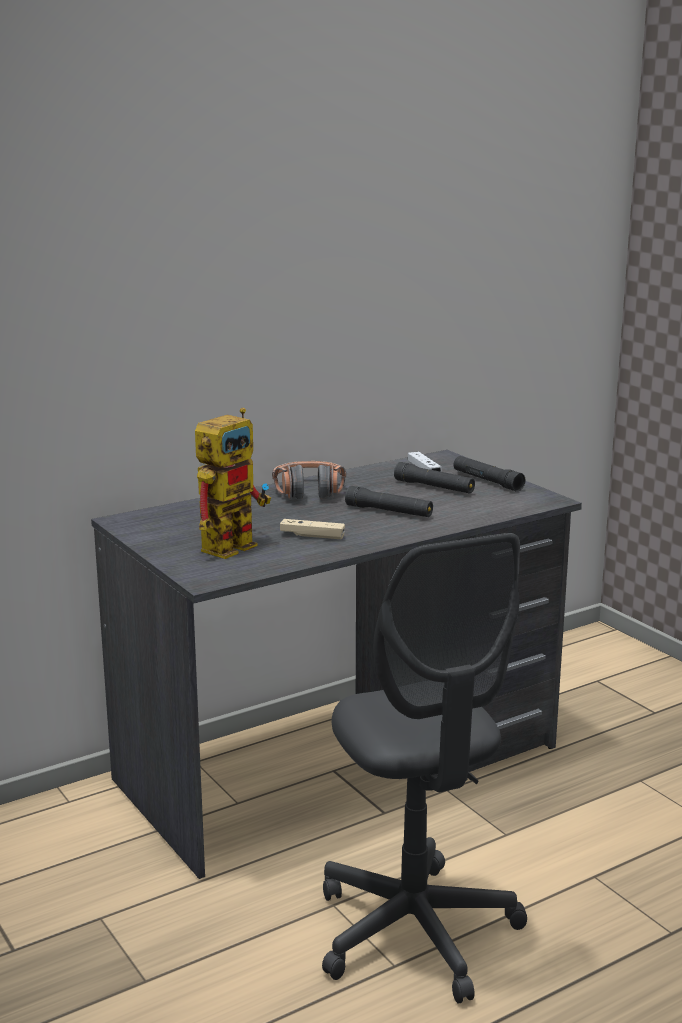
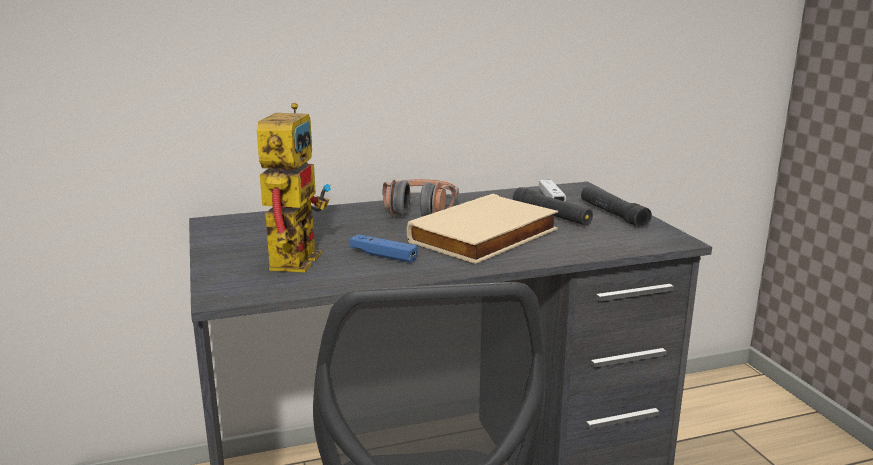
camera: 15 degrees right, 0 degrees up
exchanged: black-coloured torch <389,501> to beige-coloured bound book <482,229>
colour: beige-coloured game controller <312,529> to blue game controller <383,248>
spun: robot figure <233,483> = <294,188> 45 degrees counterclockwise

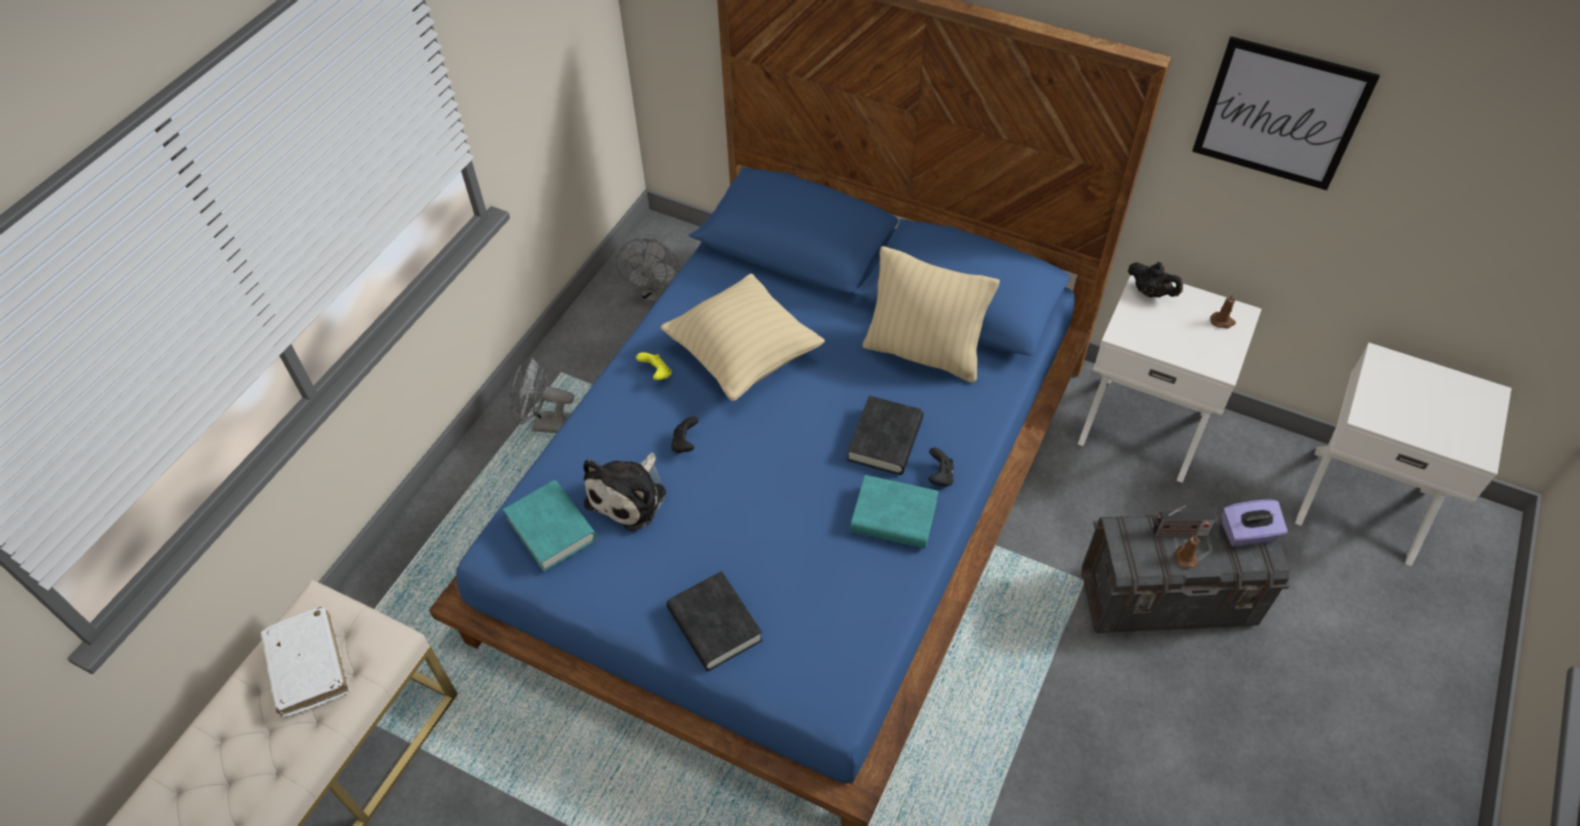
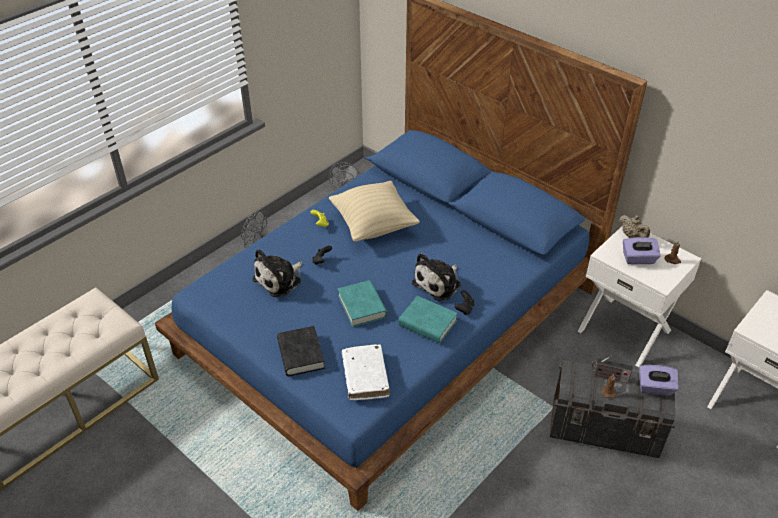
camera: 15 degrees right, 10 degrees down
missing: beige-coloured cushion <931,314>; wall picture <1286,113>
appeared: purple tissue box <642,250>
relocated: white-coloured bound book <305,661> to <366,372>; turquoise bound book <550,526> to <362,303>
exchanged: black-coloured bound book <885,435> to cuddly toy <436,277>
colour: black-coloured pot for tea <1155,280> to beige-coloured pot for tea <634,226>

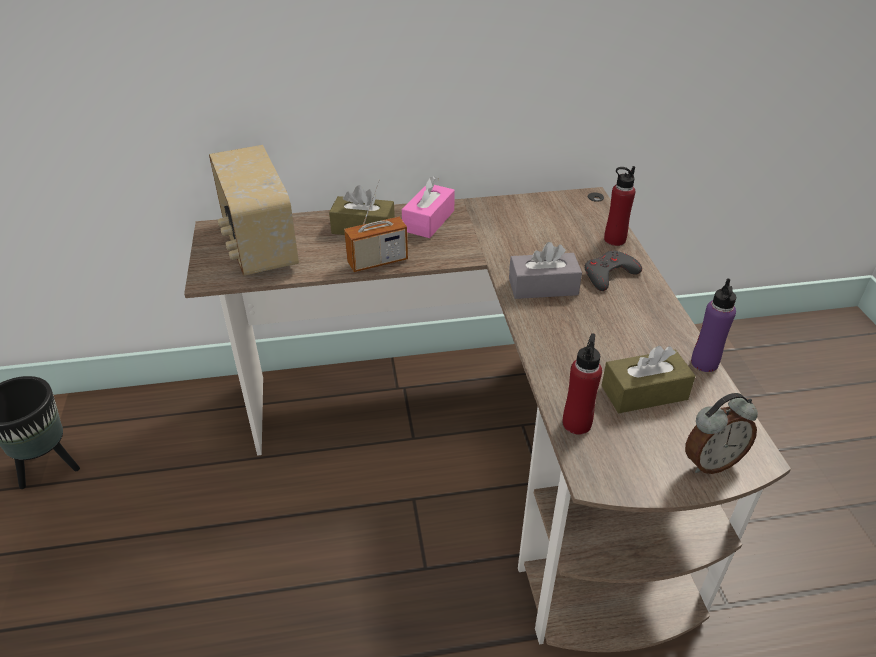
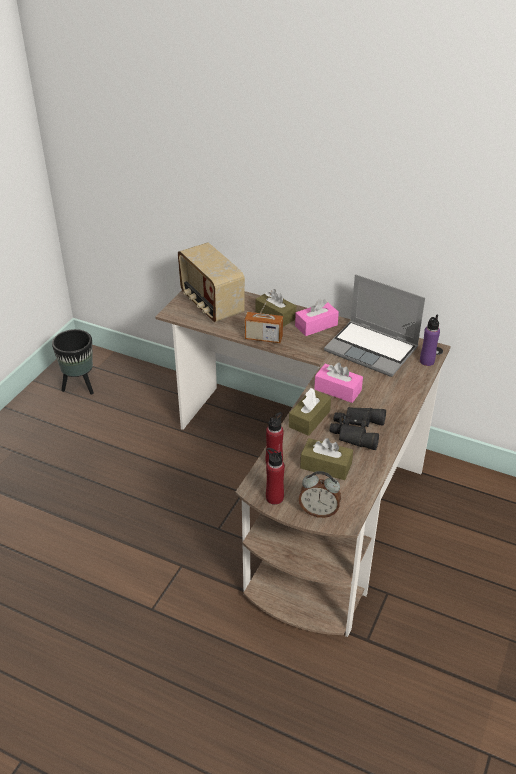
camera: 35 degrees right, 0 degrees up
missing: grey game controller <613,271>
appeared: brown tissue box <310,412>; portable computer <374,325>; black-coloured pair of binoculars <357,428>
relocated: red-coloured bottle <619,206> to <275,476>; purple bottle <713,325> to <430,340>
colour: grey tissue box <545,270> to pink tissue box <338,382>
spun: radio set <254,210> = <211,282> 45 degrees counterclockwise

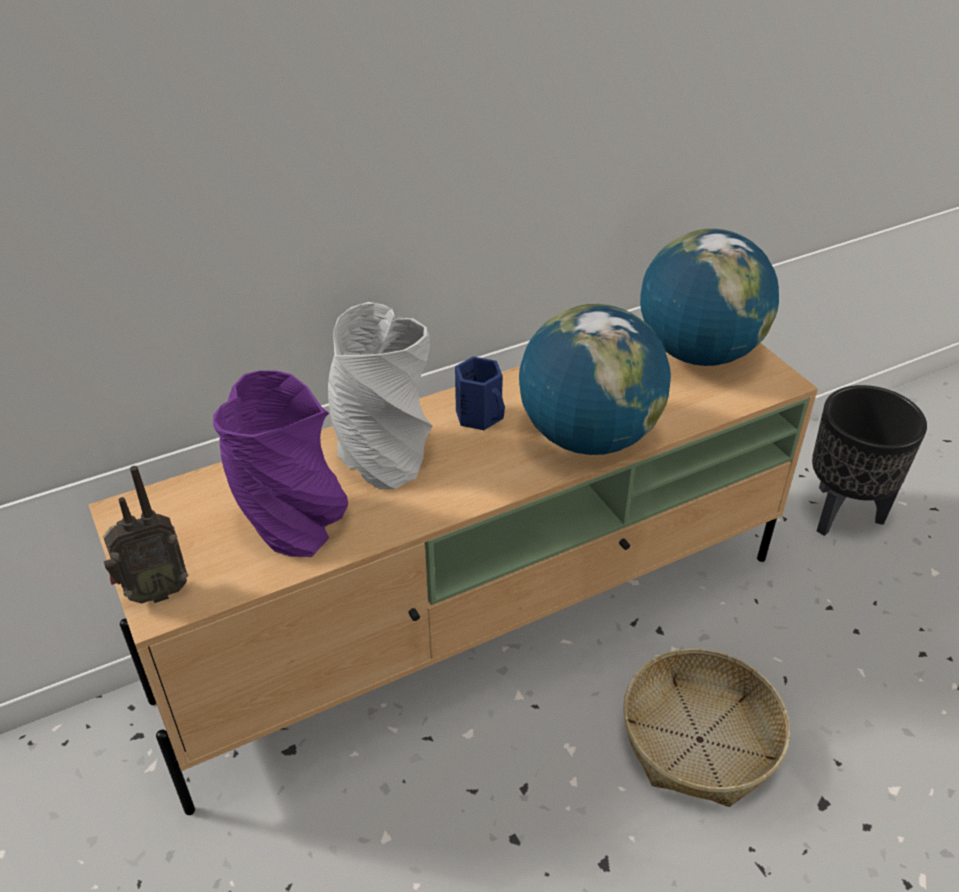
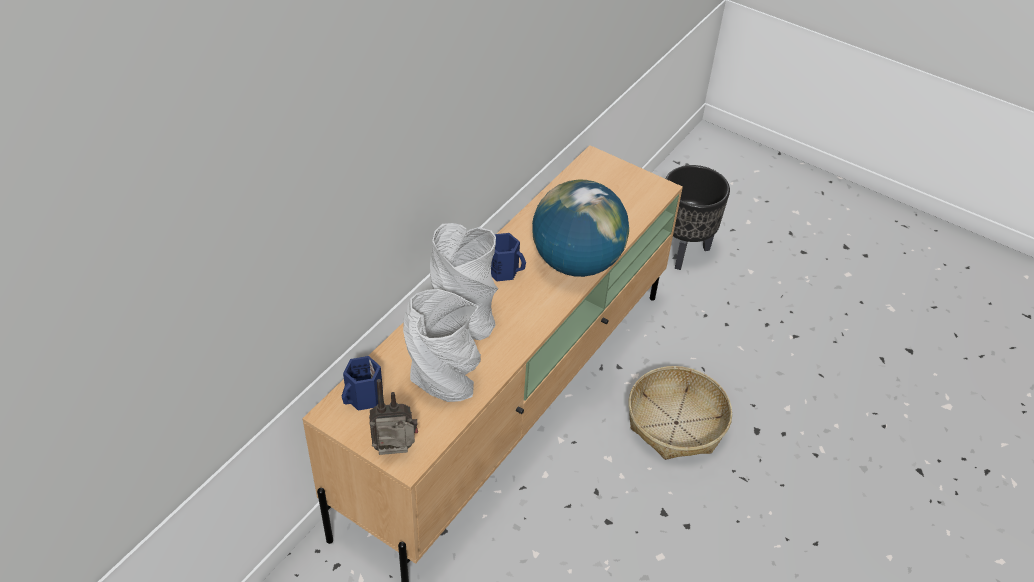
camera: 30 degrees left, 5 degrees up
missing: world globe <709,297>
appeared: blue tea mug <362,383>
colour: purple decorative vase <280,463> to grey decorative vase <442,345>
spun: radio set <145,534> = <393,417> 135 degrees counterclockwise

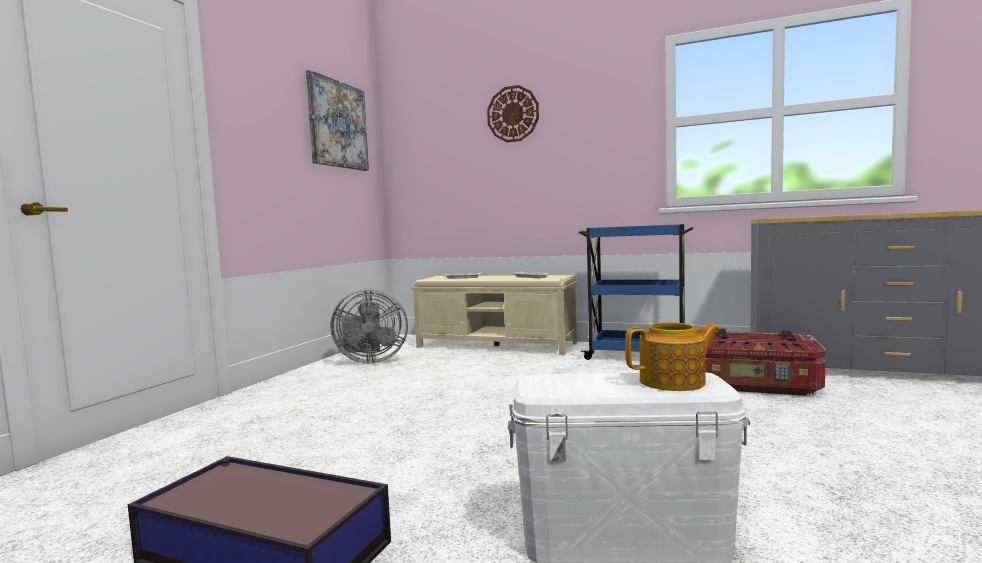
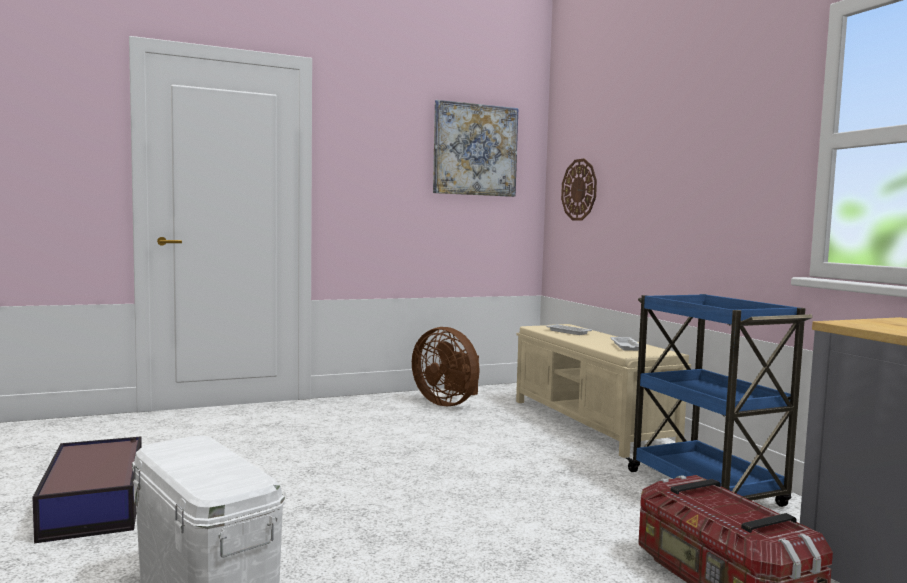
camera: 45 degrees right, 0 degrees up
missing: pot for tea <672,356>
relocated: wall clock <513,113> to <579,190>
colour: grey fan <369,326> to brown fan <446,366>

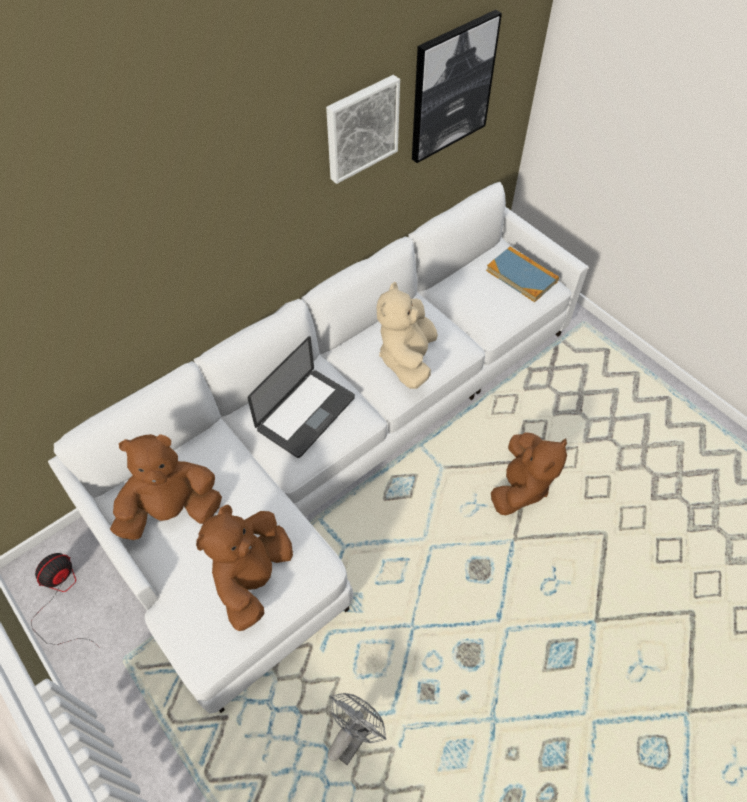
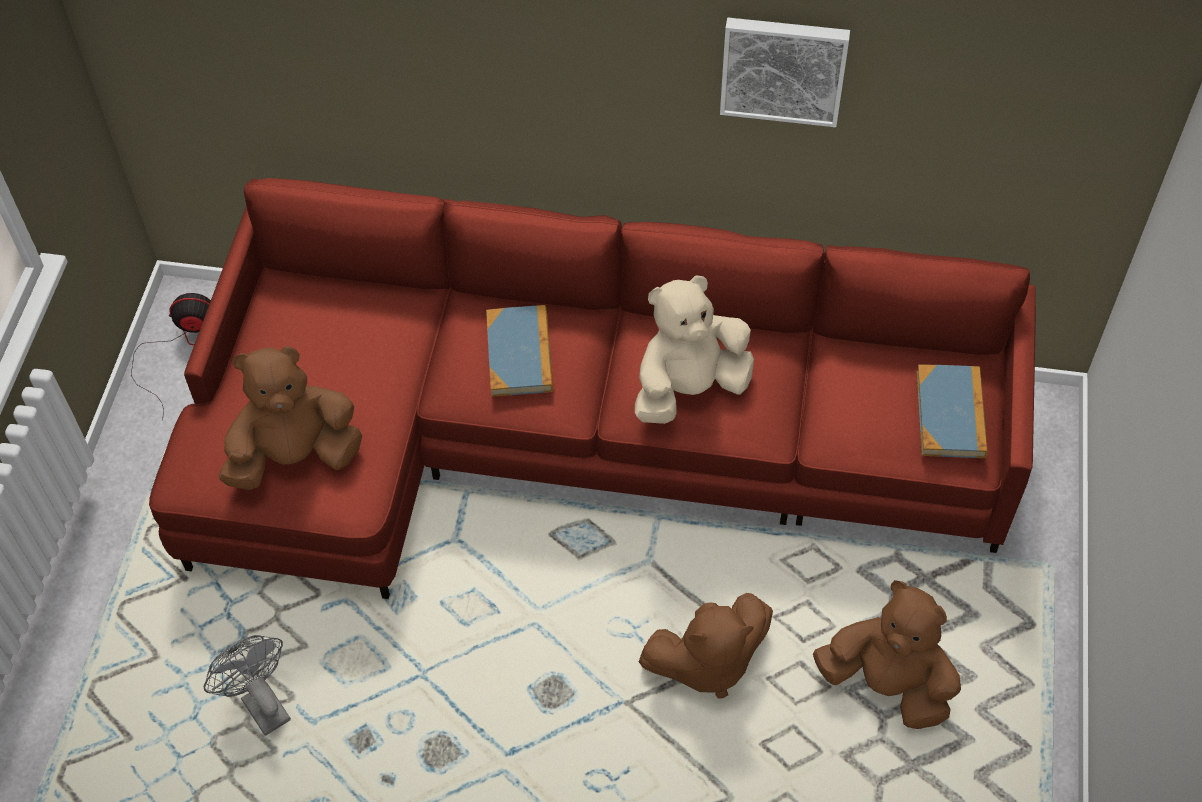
camera: 50 degrees right, 0 degrees up
missing: wall picture <457,86>
relocated: brown cuddly toy <166,487> to <887,654>
exchanged: portable computer <301,397> to bound book <519,351>
colour: white-coloured couch <318,448> to red-coloured couch <592,388>
spun: grey fan <357,729> = <247,685> 120 degrees counterclockwise

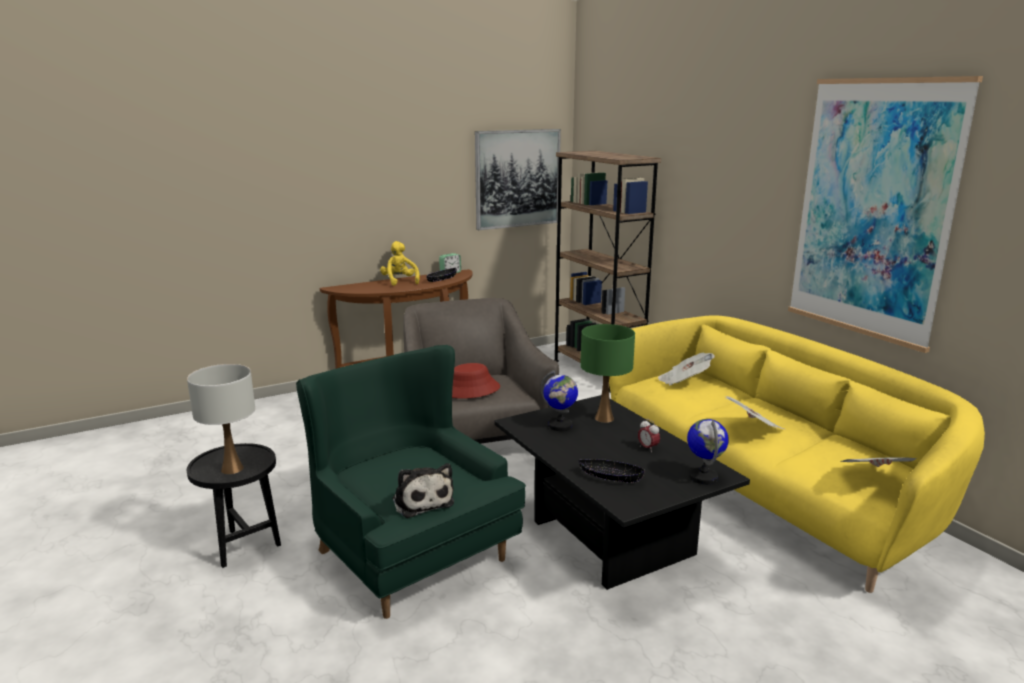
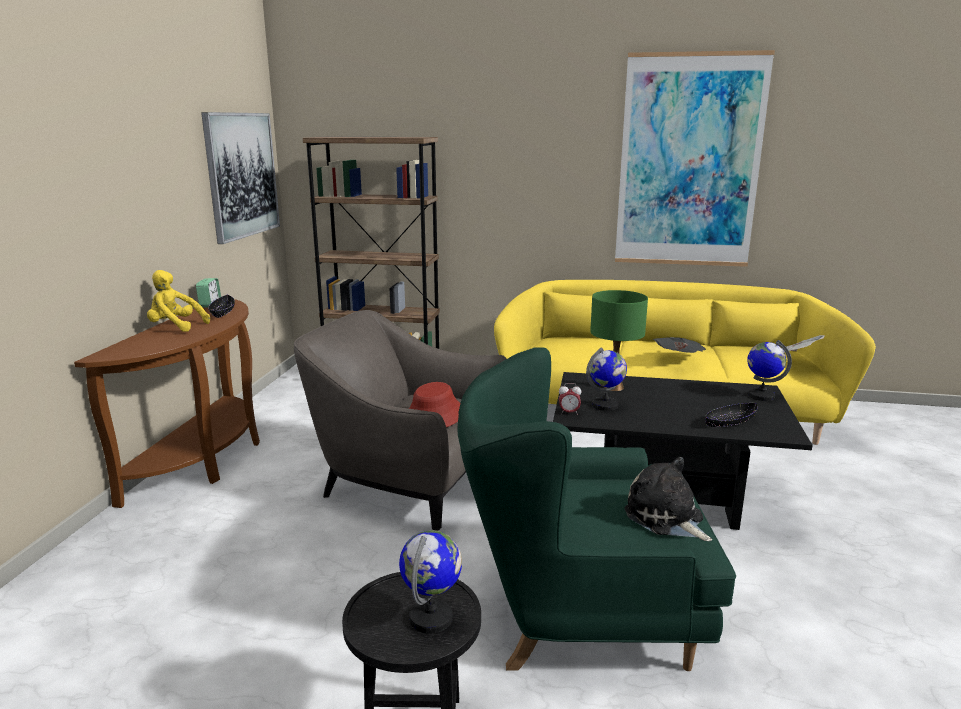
camera: 50 degrees left, 0 degrees up
missing: printed paper <686,369>
relocated: table clock <649,435> to <570,399>
exchanged: white-coloured table lamp <221,419> to world globe <430,582>
spun: cuddly toy <423,490> = <668,499> 135 degrees counterclockwise

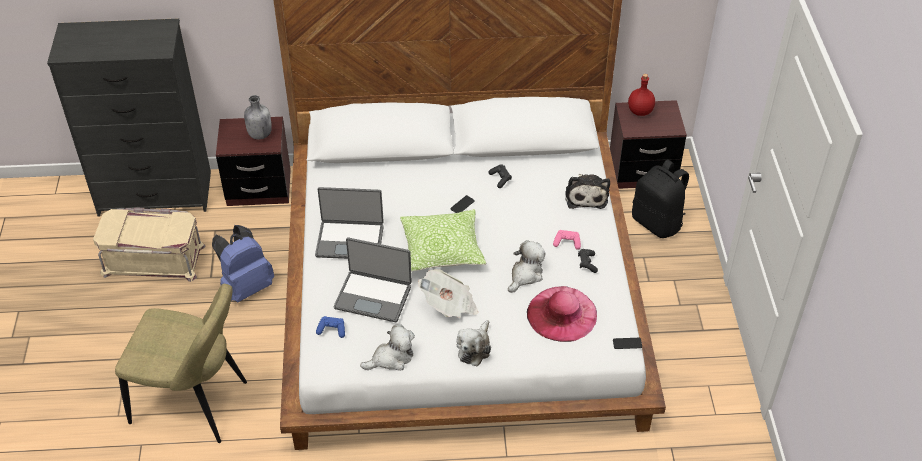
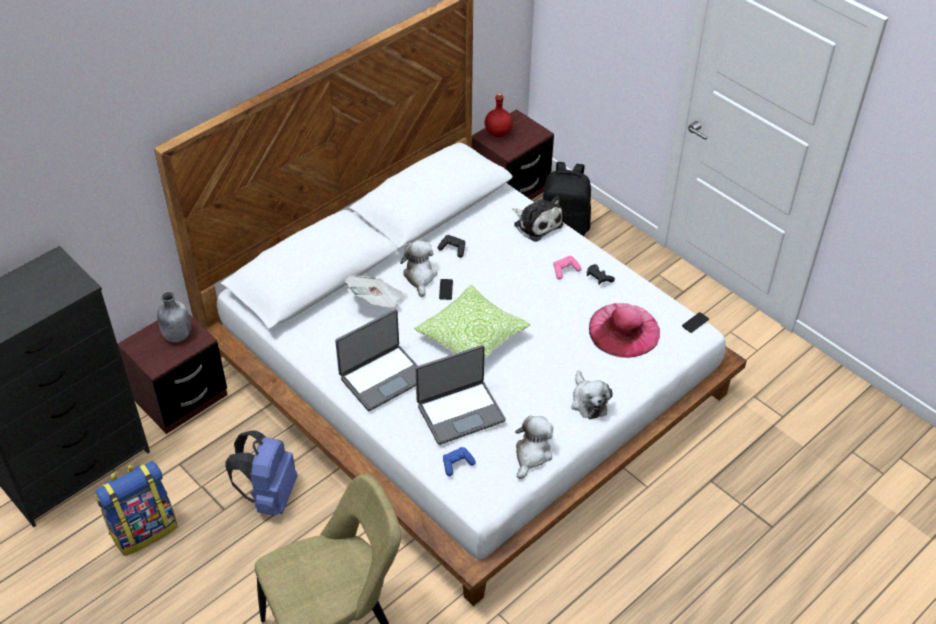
camera: 40 degrees left, 0 degrees up
relocated: printed paper <448,293> to <376,291>; cuddly toy <526,266> to <418,269>
exchanged: beige-coloured storage container <149,244> to backpack <137,508>

